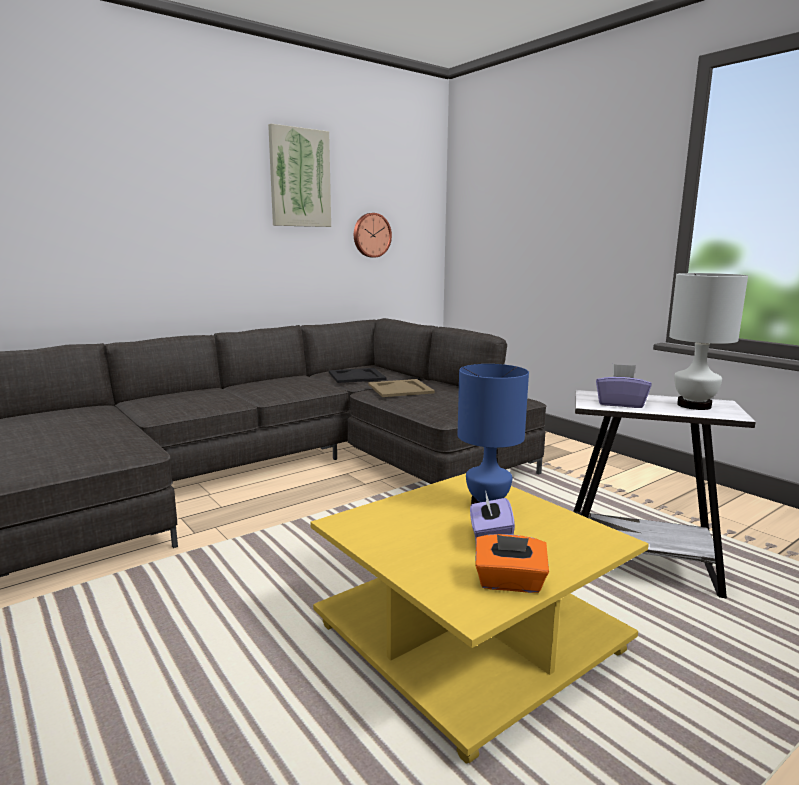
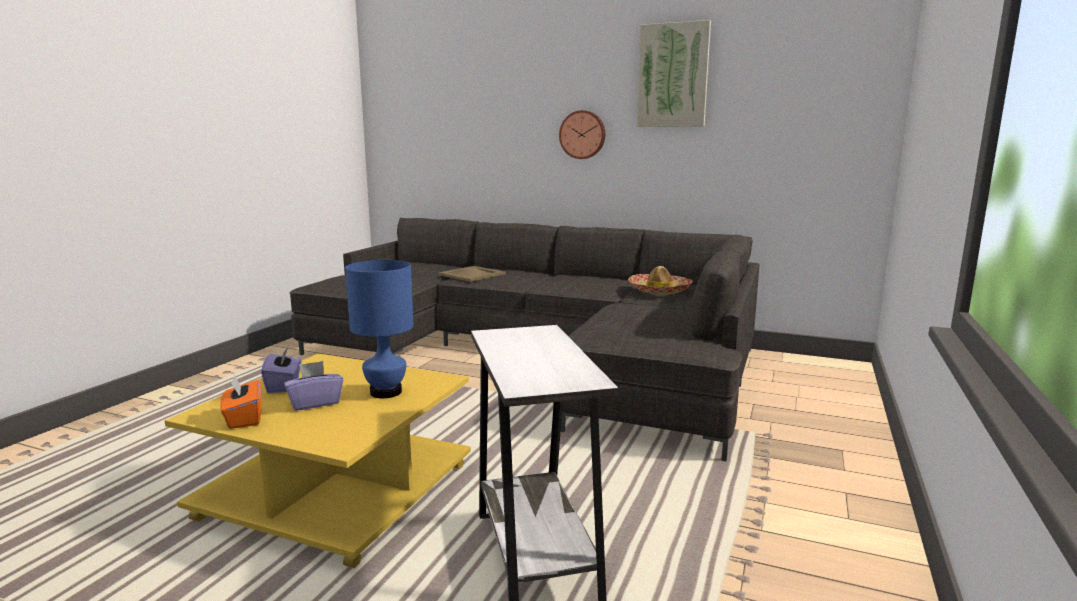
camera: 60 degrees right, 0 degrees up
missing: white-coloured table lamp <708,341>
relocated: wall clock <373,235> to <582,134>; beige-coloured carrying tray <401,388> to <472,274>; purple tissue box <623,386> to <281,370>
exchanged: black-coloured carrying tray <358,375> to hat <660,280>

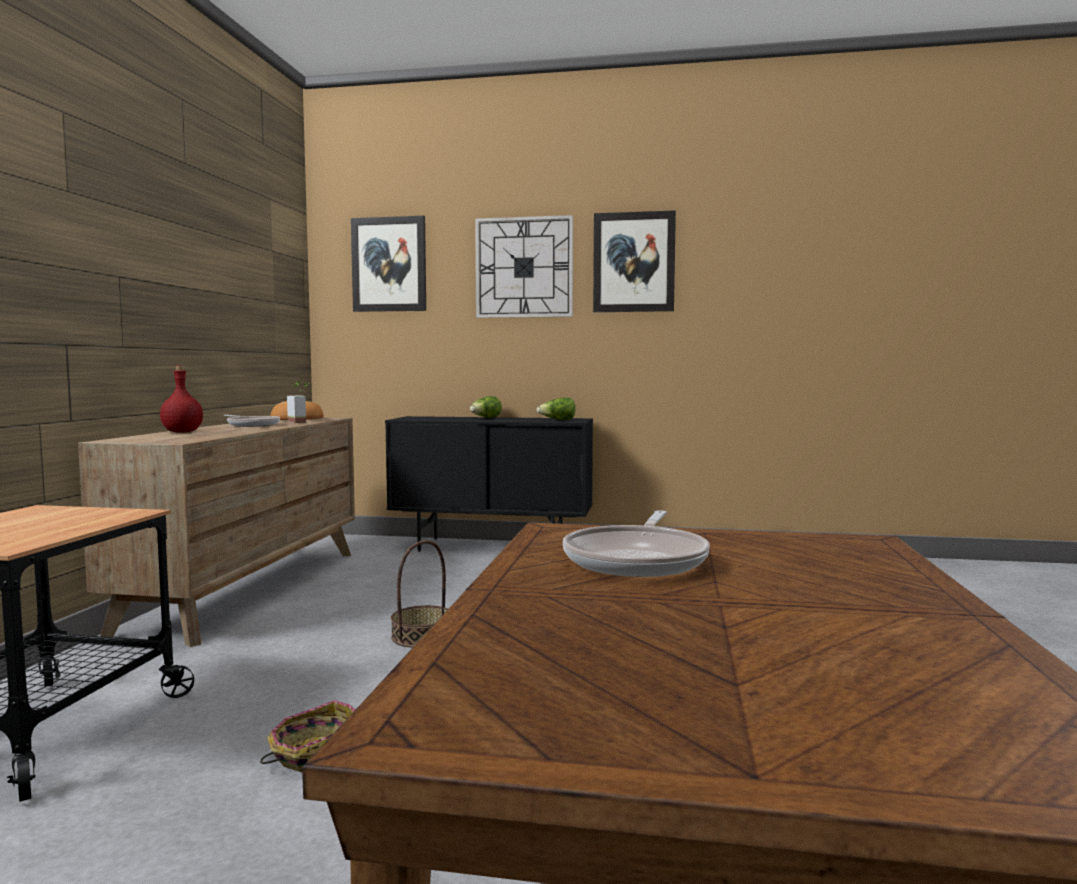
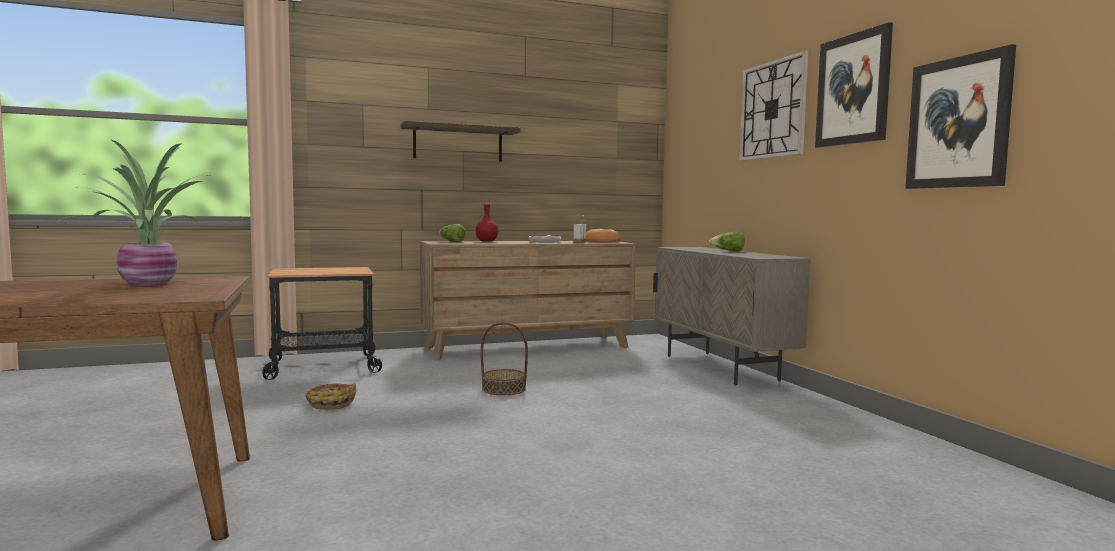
camera: 60 degrees right, 0 degrees up
appeared: wall shelf <460,141>
relocated: wall picture <388,264> to <960,116>; lettuce head <556,408> to <452,233>
exchanged: skillet <636,543> to plant in a pot <150,213>
colour: black-coloured cabinet <489,484> to beige-coloured cabinet <732,316>

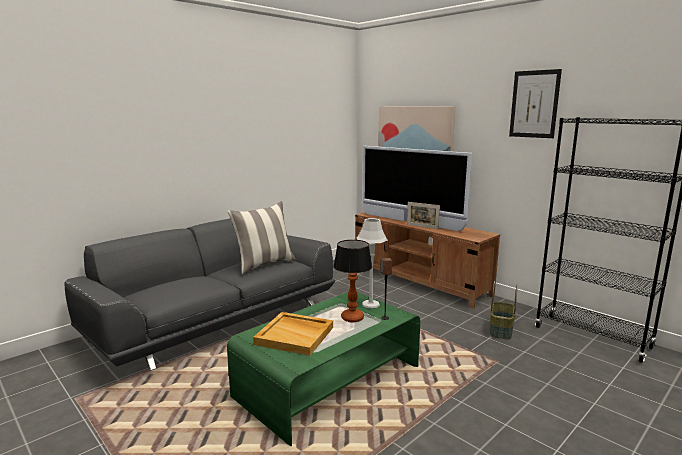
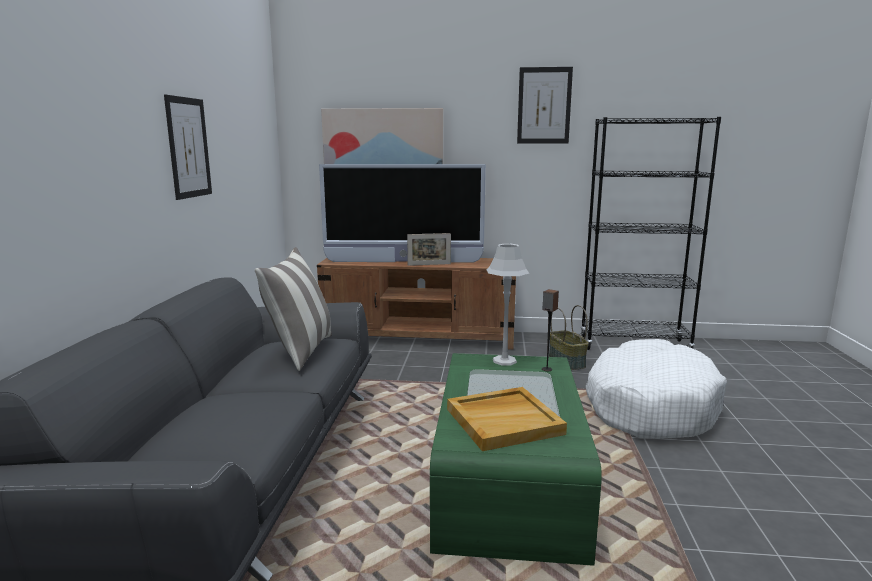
camera: 40 degrees left, 0 degrees up
missing: table lamp <353,281>
appeared: wall picture <188,147>; white-coloured dog cushion <656,389>

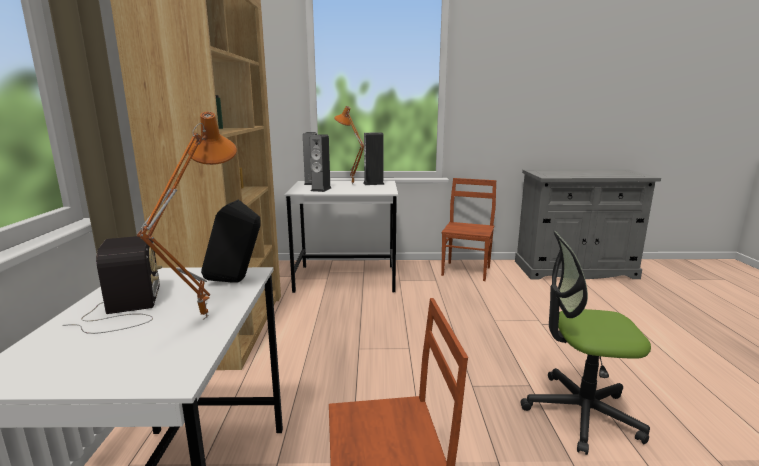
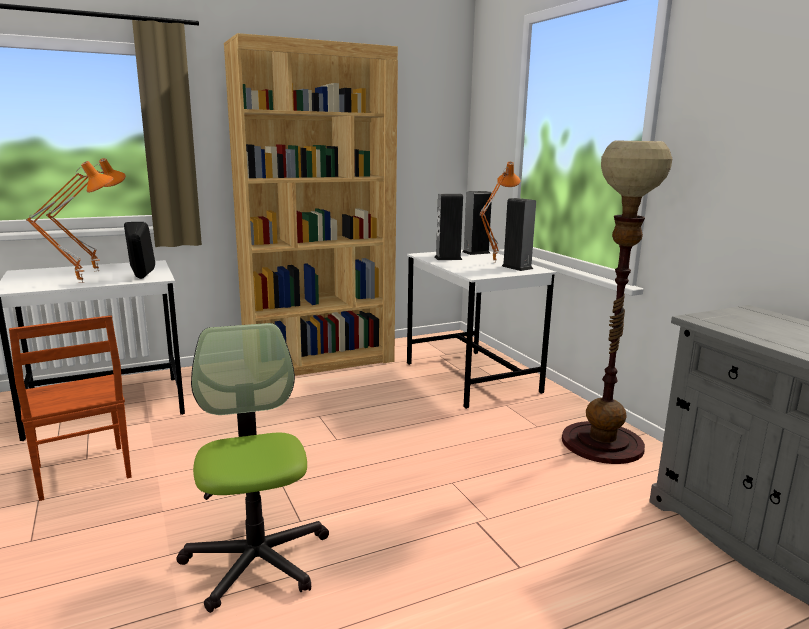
camera: 65 degrees right, 0 degrees up
exchanged: radio set <112,285> to orangey table lamp <86,215>; brown chair <468,229> to standard lamp <617,302>

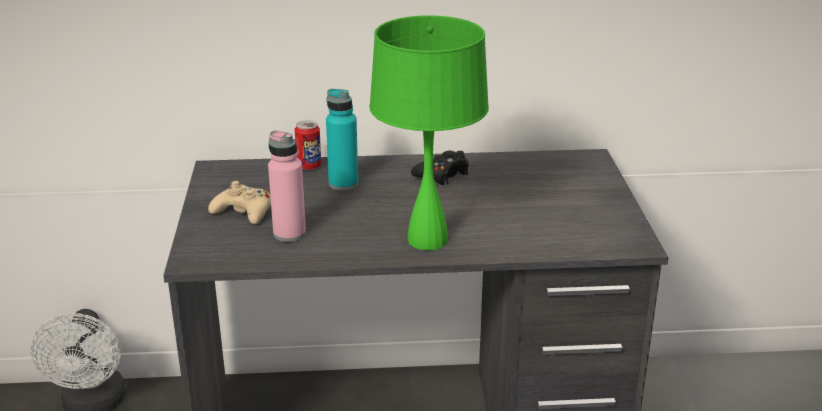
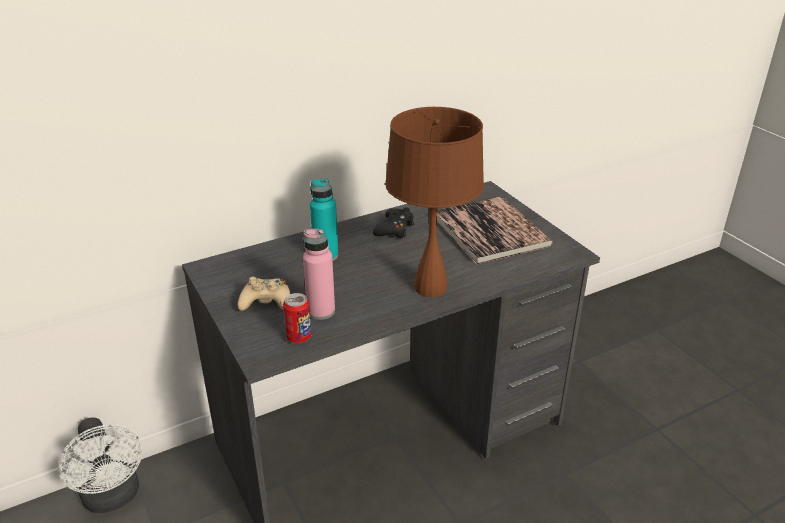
camera: 25 degrees left, 5 degrees up
appeared: bound book <495,231>
relocated: sealed can <307,145> to <297,318>
colour: green table lamp <429,132> to brown table lamp <434,202>

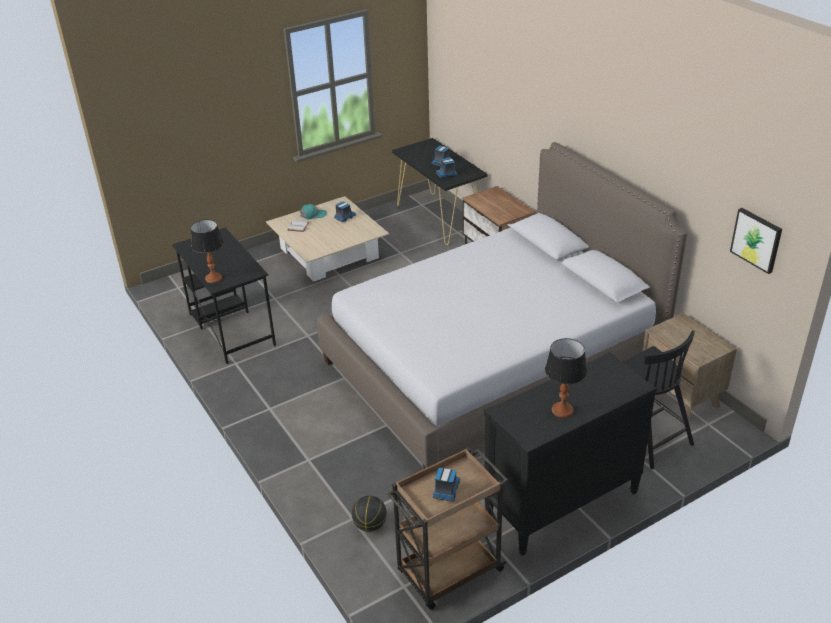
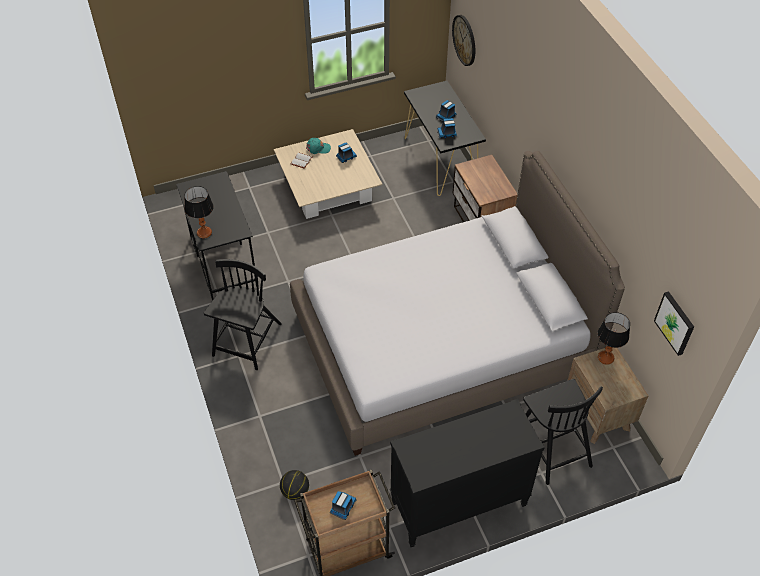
camera: 10 degrees right, 15 degrees up
appeared: black-coloured chair <243,314>; wall clock <463,40>
relocated: table lamp <566,378> to <614,338>

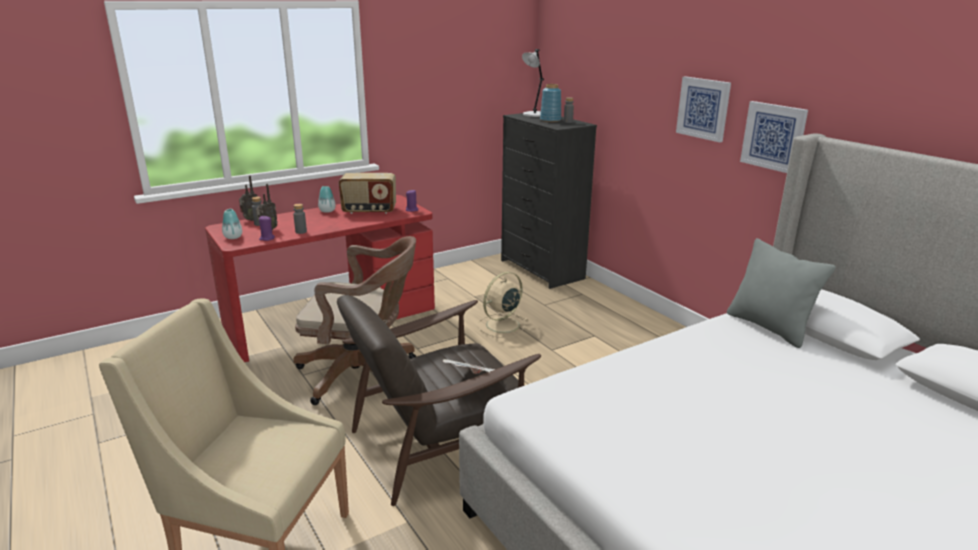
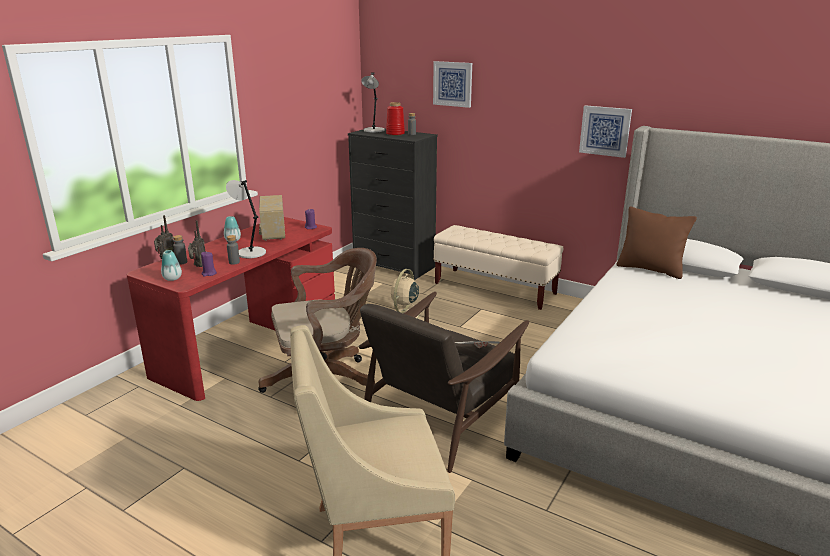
camera: 25 degrees left, 0 degrees up
appeared: grey table lamp <246,219>; beige-coloured bench <498,267>
relocated: wall picture <703,109> to <452,84>
colour: blue decorative vase <550,103> to red-coloured decorative vase <395,119>; grey cushion <781,293> to brown cushion <657,242>
spun: radio set <367,193> = <272,218> 105 degrees clockwise

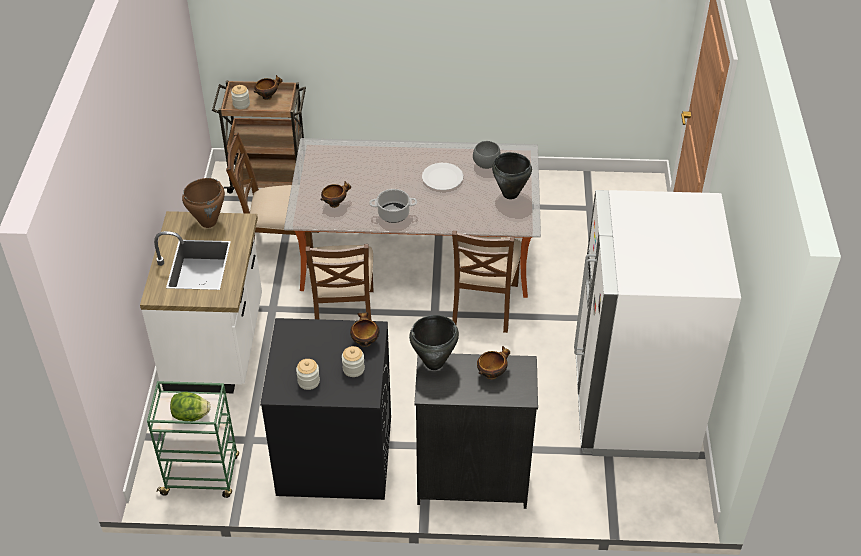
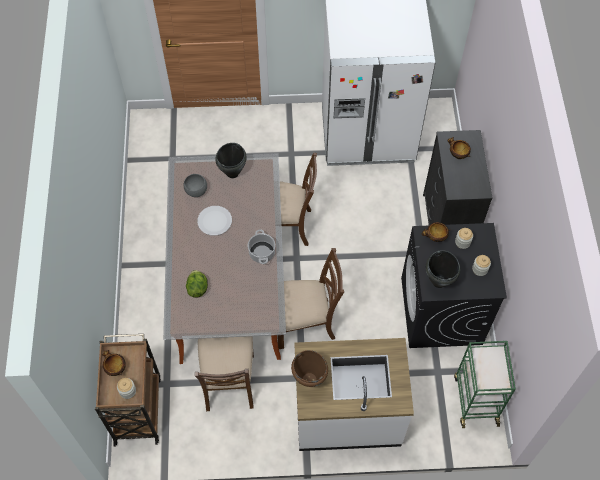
camera: 95 degrees left, 15 degrees up
missing: deep dish <335,194>
relocated: lettuce head <190,406> to <197,284>; black-coloured saucepot <434,342> to <443,269>

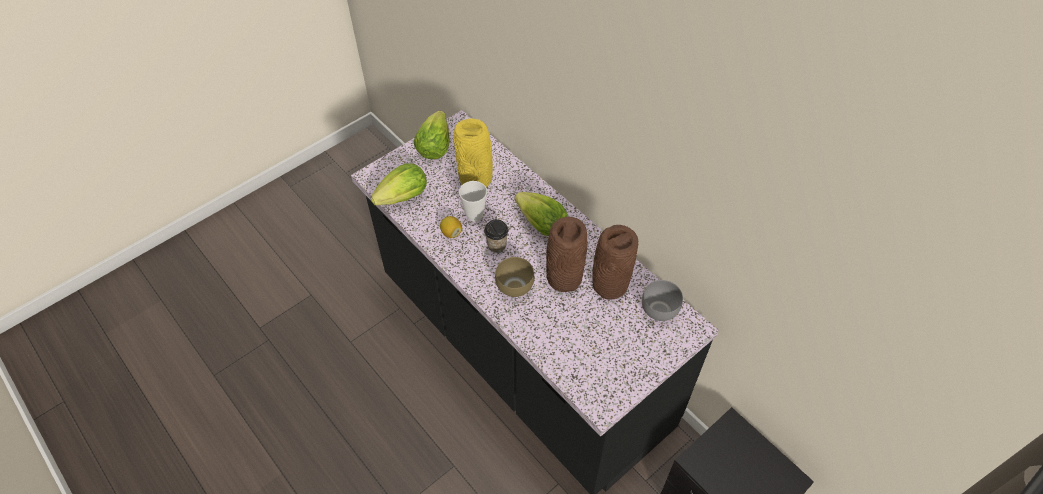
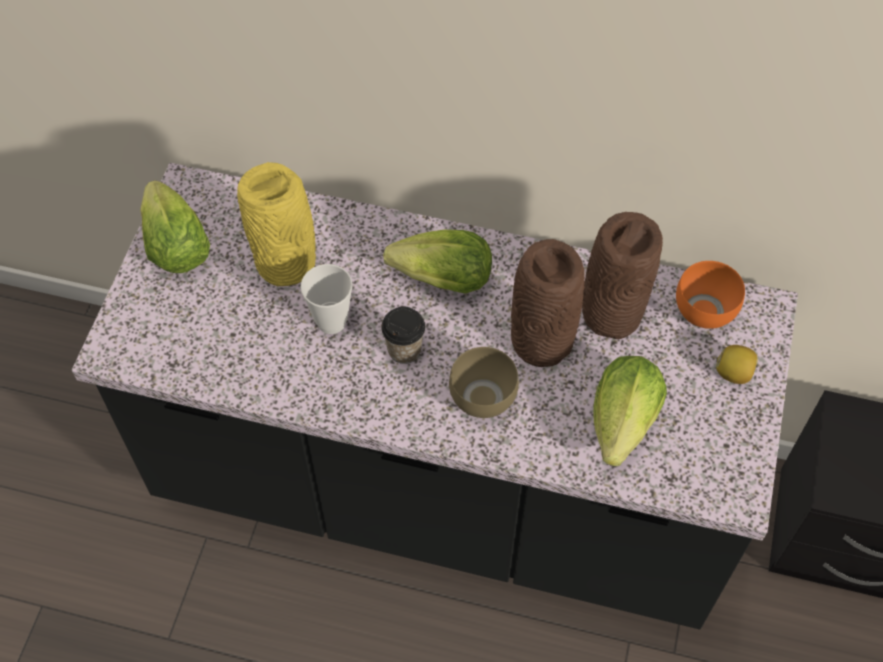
camera: 35 degrees left, 5 degrees up
relocated: lettuce head <398,185> to <630,411>; whole lemon <451,227> to <737,364>
colour: grey deep dish <662,300> to orangey deep dish <710,295>

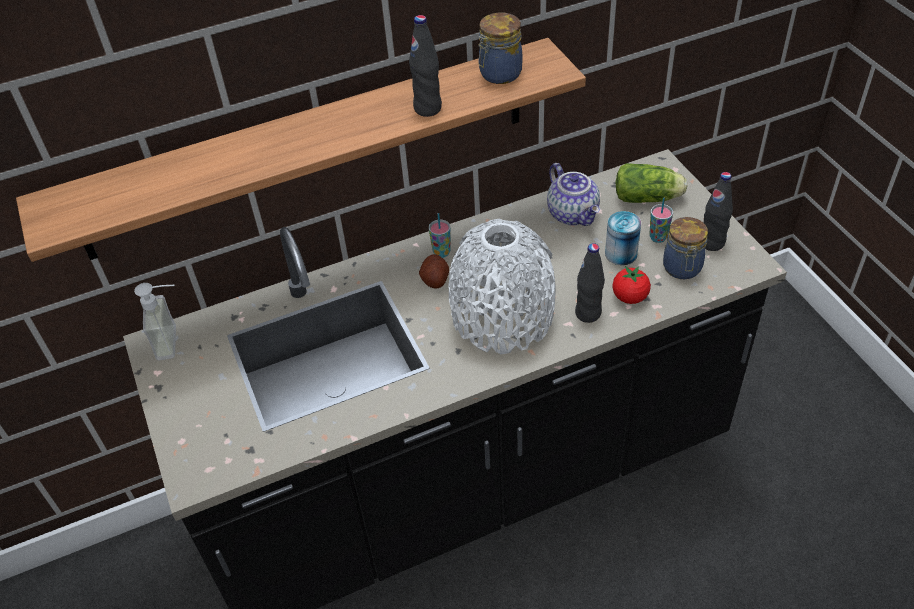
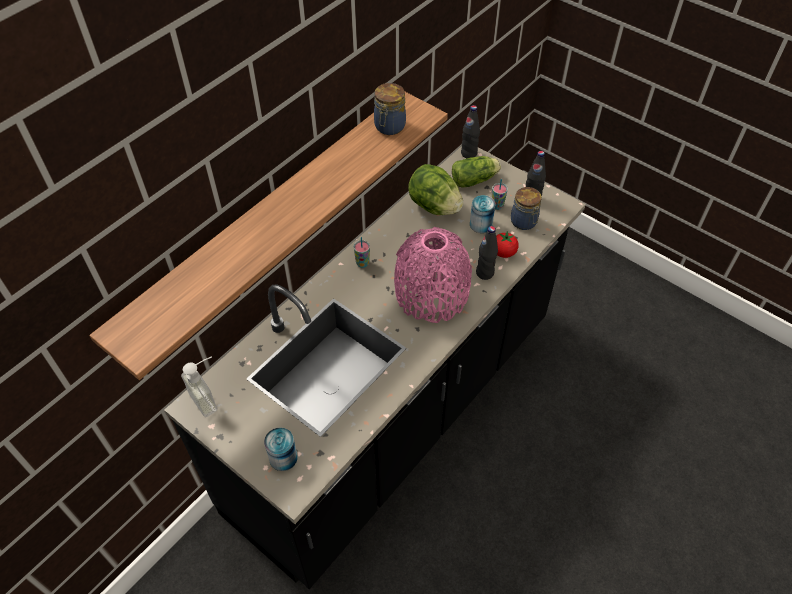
camera: 30 degrees left, 5 degrees up
missing: potato <434,271>
appeared: sealed can <281,449>
relocated: black-coloured bottle <425,66> to <470,131>
exchanged: pot for tea <573,194> to lettuce head <436,189>
colour: white-coloured decorative vase <502,286> to pink decorative vase <433,275>

